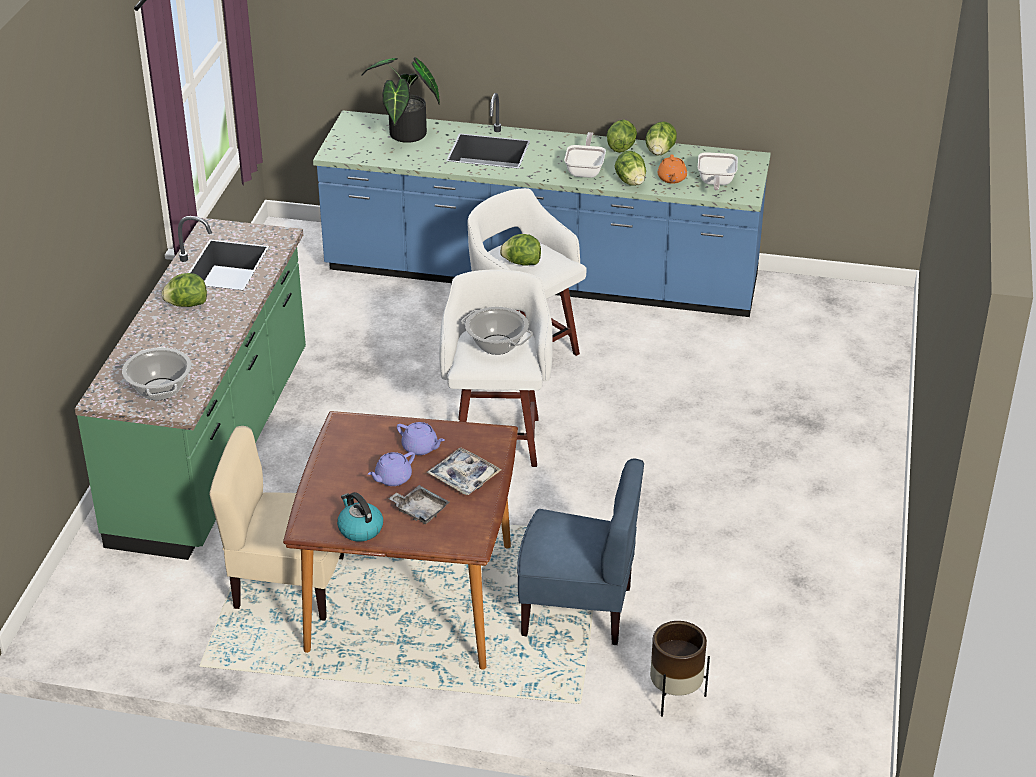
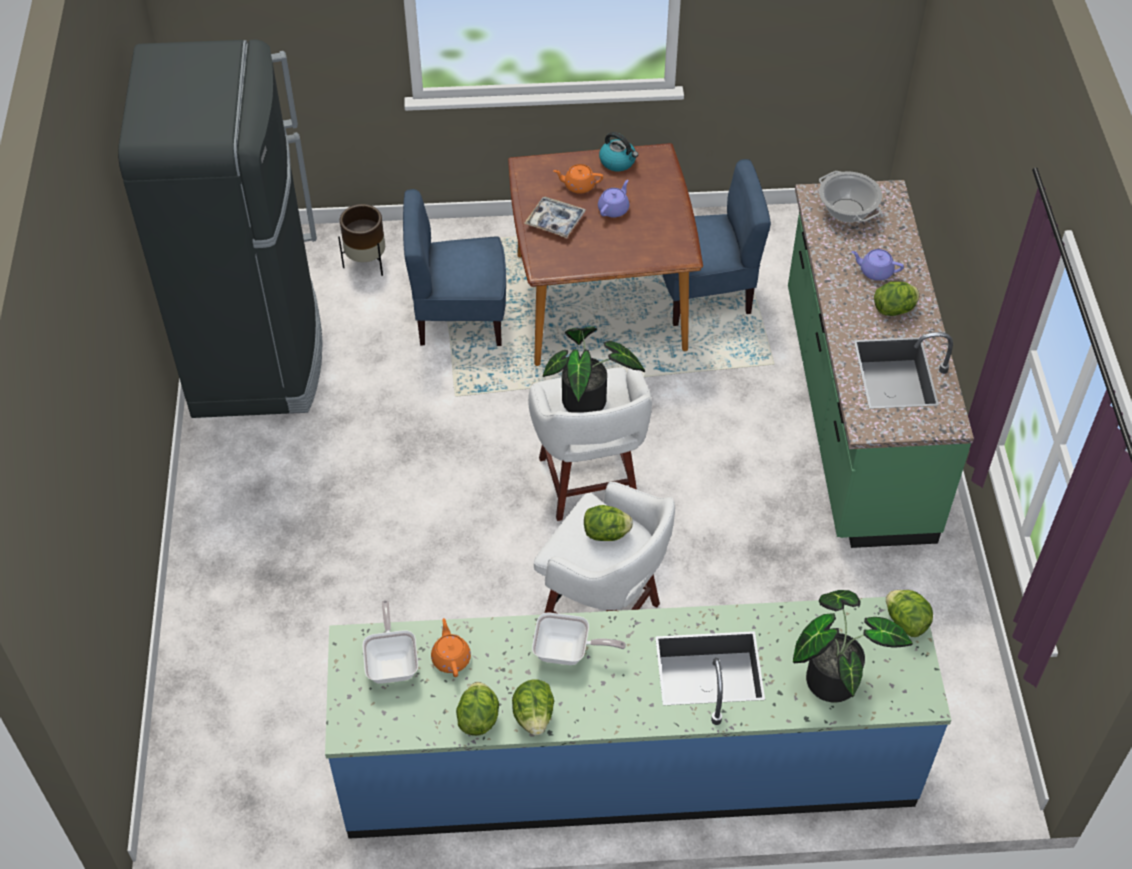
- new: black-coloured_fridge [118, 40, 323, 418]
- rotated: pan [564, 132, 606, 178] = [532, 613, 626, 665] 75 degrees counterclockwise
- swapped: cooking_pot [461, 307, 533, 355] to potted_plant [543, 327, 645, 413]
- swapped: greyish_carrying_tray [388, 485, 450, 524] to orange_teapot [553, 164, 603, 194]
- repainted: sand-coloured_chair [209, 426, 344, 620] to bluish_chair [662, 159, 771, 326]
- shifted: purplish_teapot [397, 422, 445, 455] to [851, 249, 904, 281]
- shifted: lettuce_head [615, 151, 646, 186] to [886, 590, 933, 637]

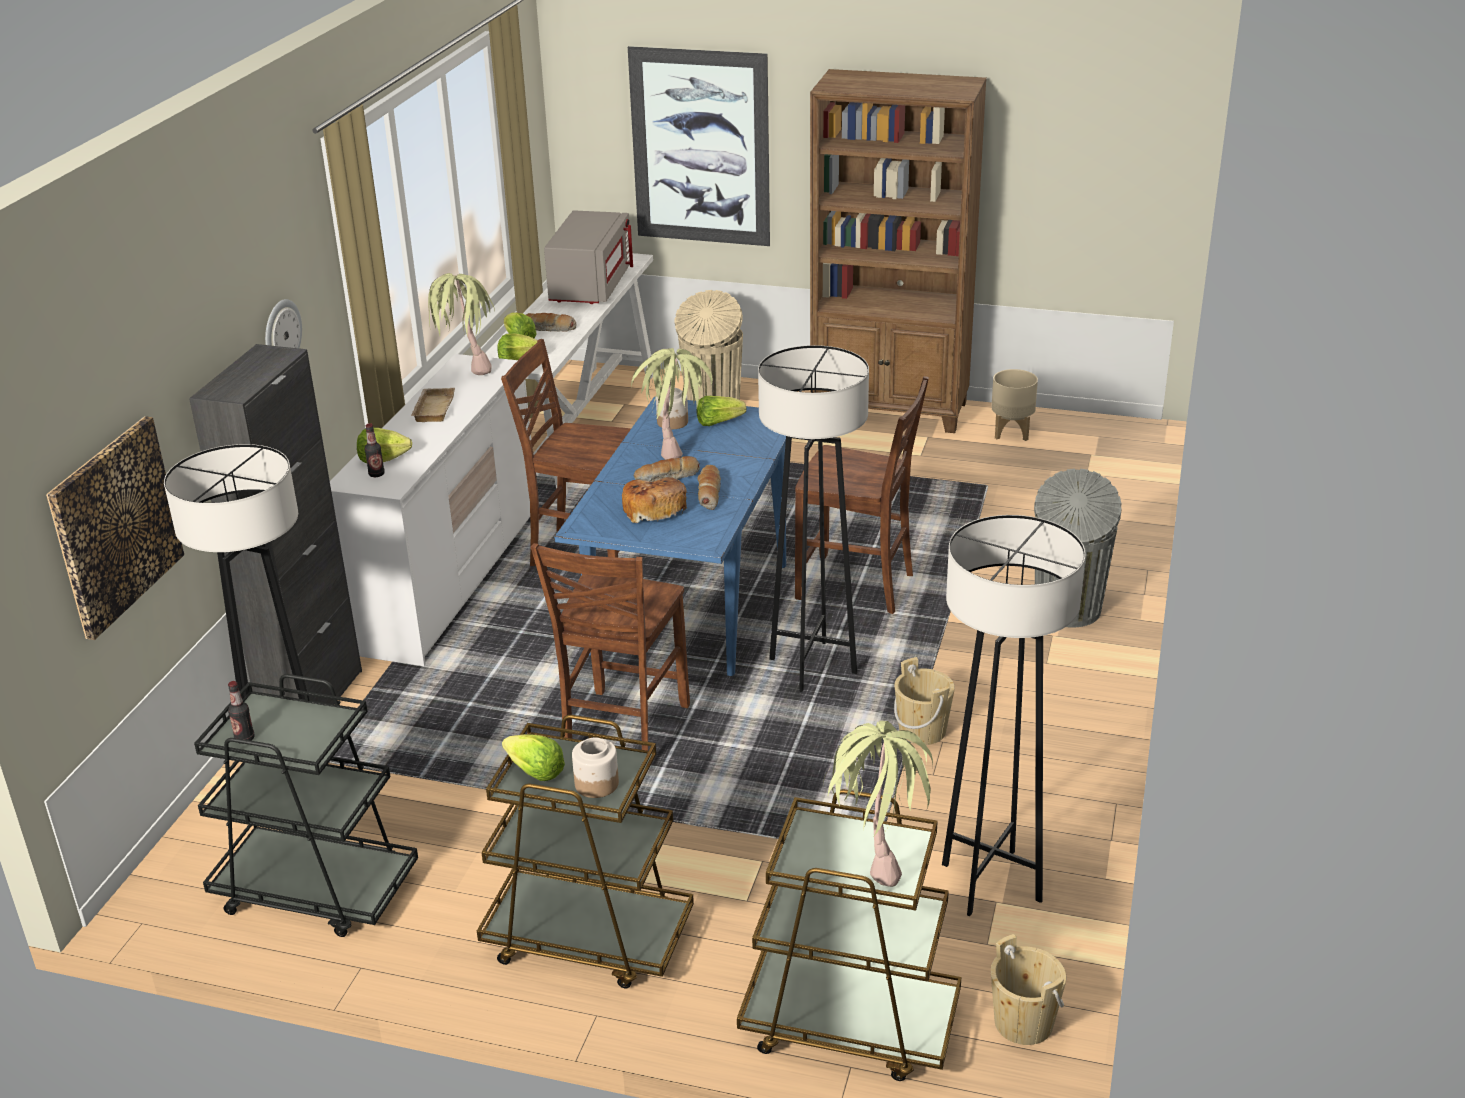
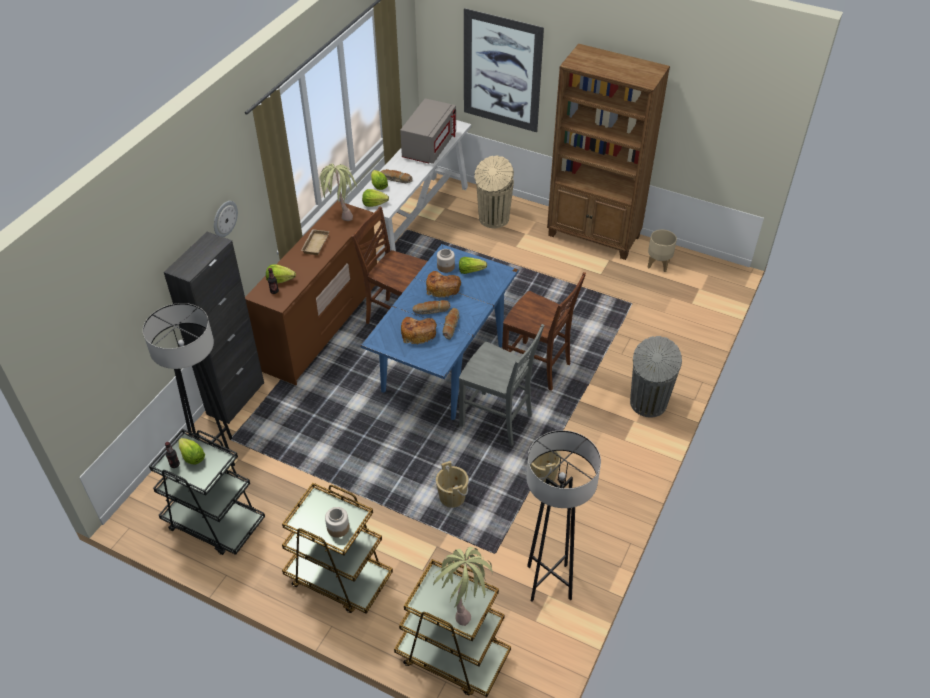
- shifted: lettuce_head [502, 734, 565, 781] to [178, 438, 205, 464]
- repainted: whitish_dresser [330, 354, 531, 666] to brownish_dresser [245, 201, 377, 385]
- swapped: potted_plant [631, 348, 712, 460] to bakery_bread [426, 271, 462, 298]
- shifted: sand-coloured_bucket [991, 934, 1066, 1045] to [436, 461, 469, 508]
- swapped: greyish_floor_lamp [758, 345, 869, 692] to greyish_chair [459, 324, 544, 446]
- gone: picture [46, 416, 184, 640]
- gone: brownish_chair [531, 543, 690, 751]

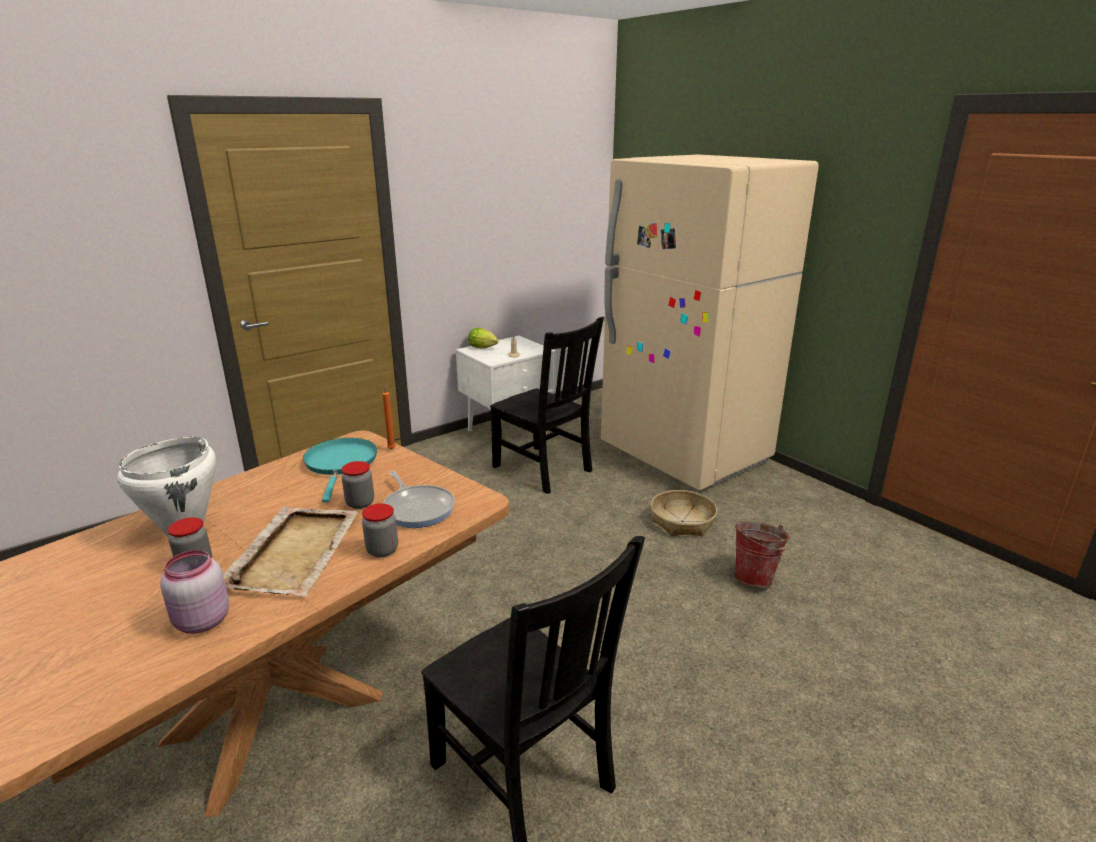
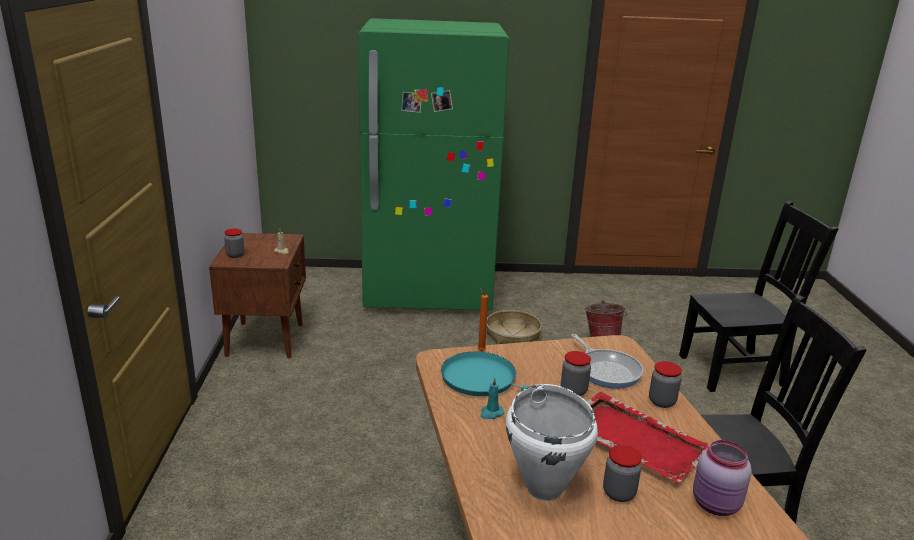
- repainted: whitish_nightstand [456, 336, 556, 434] to brownish_nightstand [209, 233, 306, 358]
- swapped: lettuce_head [468, 328, 499, 349] to jar [224, 229, 244, 258]
- repainted: sand-coloured_fridge [601, 154, 819, 490] to greenish_fridge [358, 18, 509, 310]
- new: turquoise-coloured_wax_candle [480, 377, 504, 419]
- rotated: pan [383, 471, 455, 528] = [572, 334, 643, 389] 60 degrees clockwise
- repainted: sand-coloured_carrying_tray [223, 506, 359, 597] to red_carrying_tray [588, 392, 710, 483]
- shifted: black-coloured_chair [490, 317, 604, 494] to [679, 201, 838, 392]

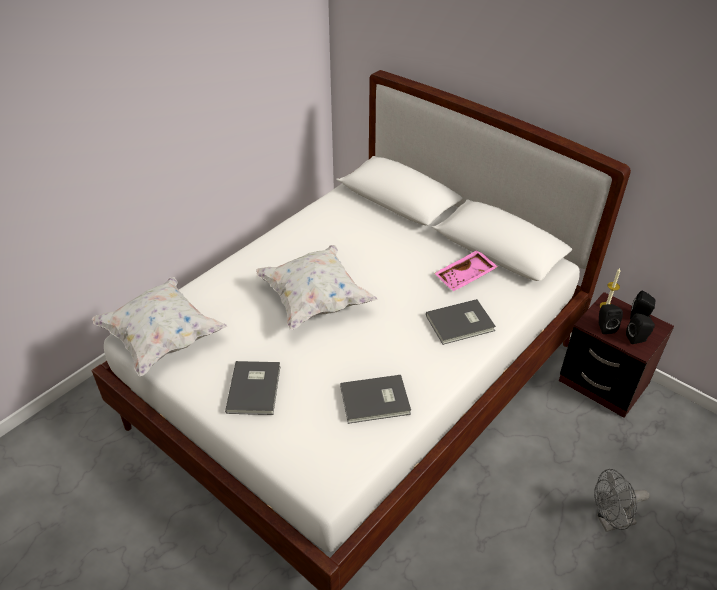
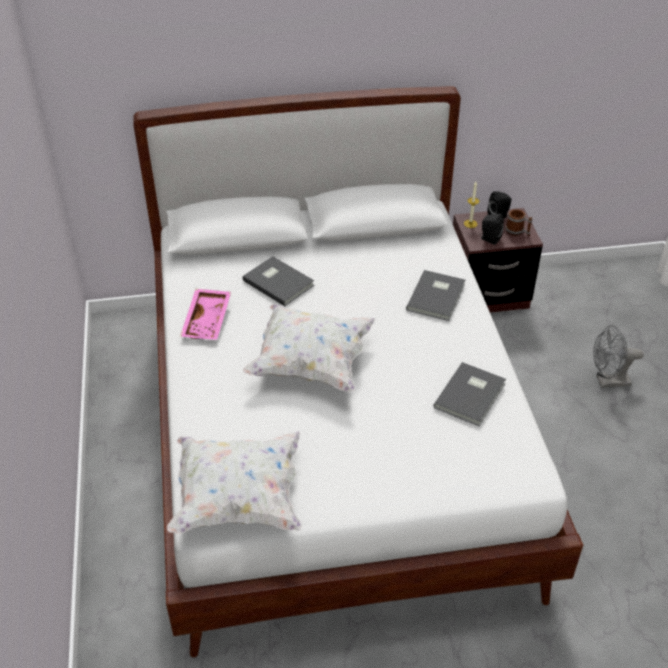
- shifted: pink_carrying_tray [434, 250, 498, 291] to [180, 289, 231, 340]
- shifted: greyish_bound_book [225, 361, 280, 415] to [242, 256, 314, 306]
- swapped: black-coloured_audio_speaker [626, 313, 655, 344] to mug [505, 209, 532, 236]
- rotated: greyish_fan [594, 469, 650, 532] = [593, 325, 644, 388] 60 degrees clockwise

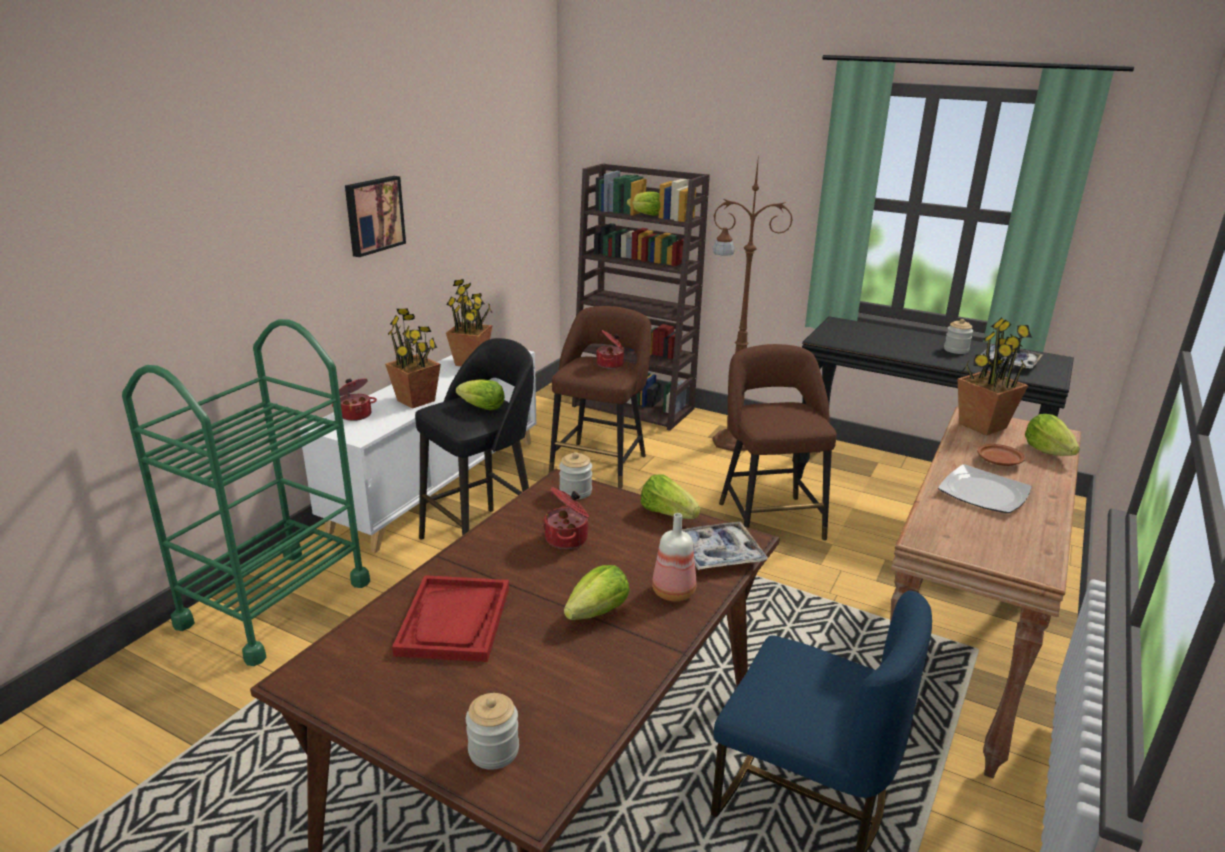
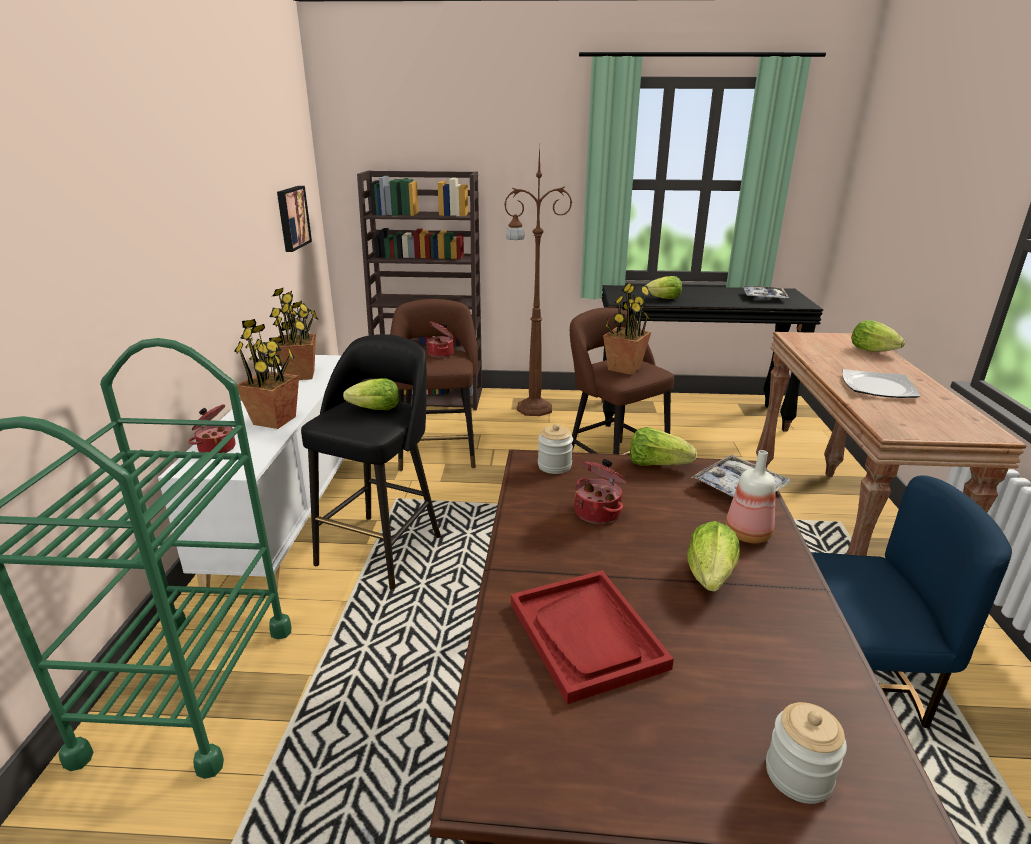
- shifted: picture [345, 176, 406, 257] to [277, 186, 312, 252]
- shifted: potted_plant [958, 317, 1032, 436] to [603, 283, 652, 375]
- shifted: lettuce_head [627, 192, 660, 216] to [645, 276, 682, 299]
- gone: jar [944, 319, 973, 354]
- gone: brownish_flat_dish [977, 444, 1025, 466]

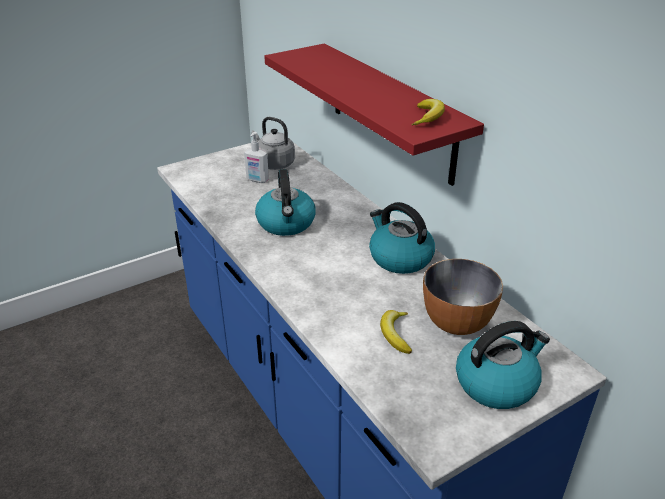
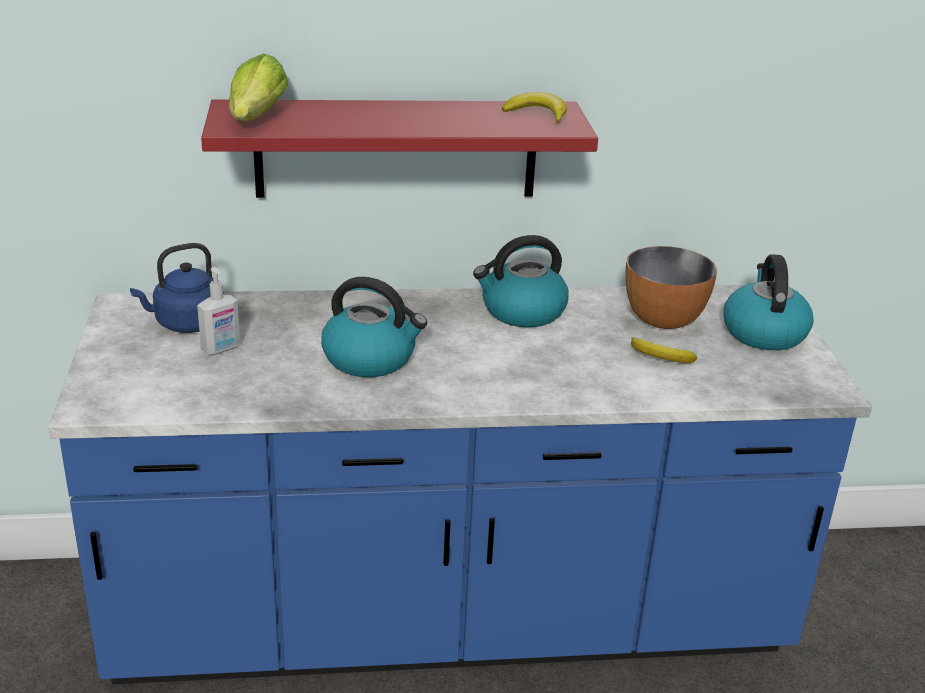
- repainted: greyish_water_kettle [252, 117, 295, 170] to bluish_water_kettle [130, 243, 224, 333]
- new: lettuce_head [229, 53, 288, 121]

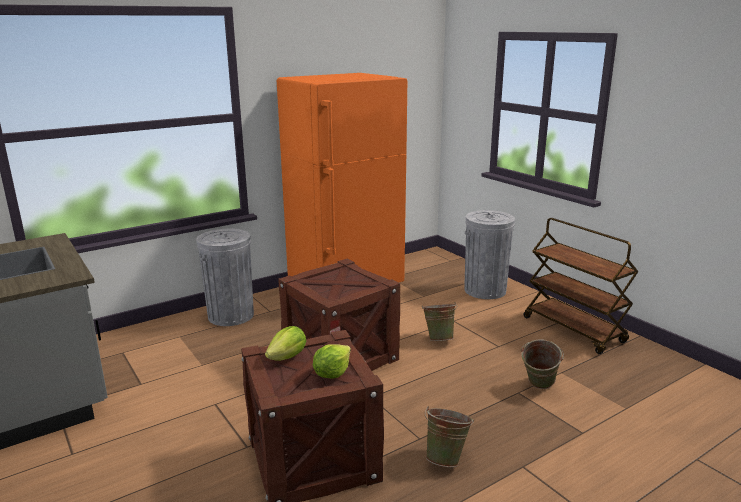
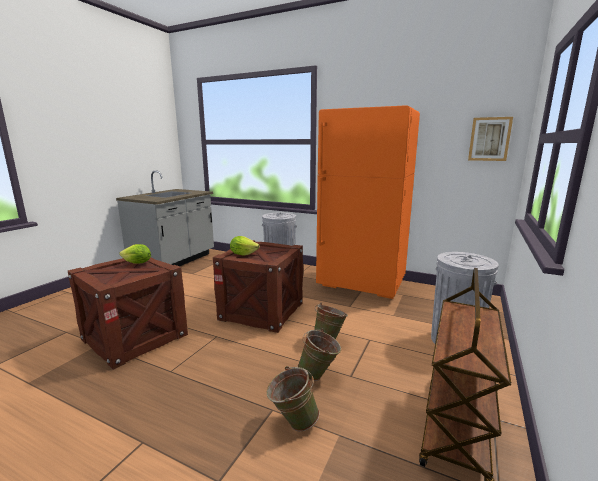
- shifted: lettuce_head [313, 344, 351, 378] to [230, 236, 259, 256]
- shifted: greenish_bucket [425, 406, 474, 467] to [298, 329, 341, 381]
- new: picture [468, 117, 513, 161]

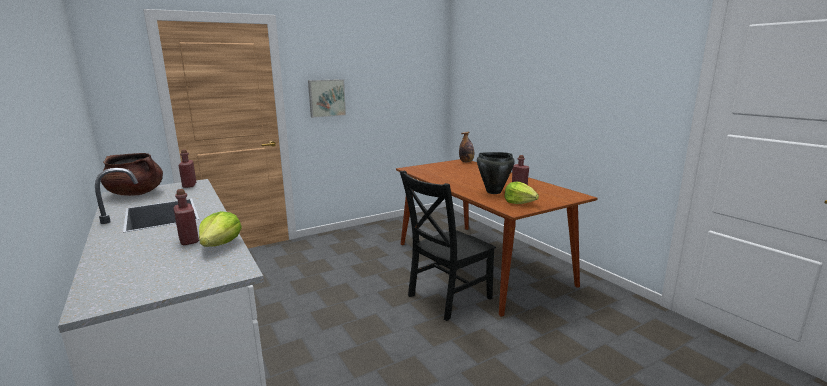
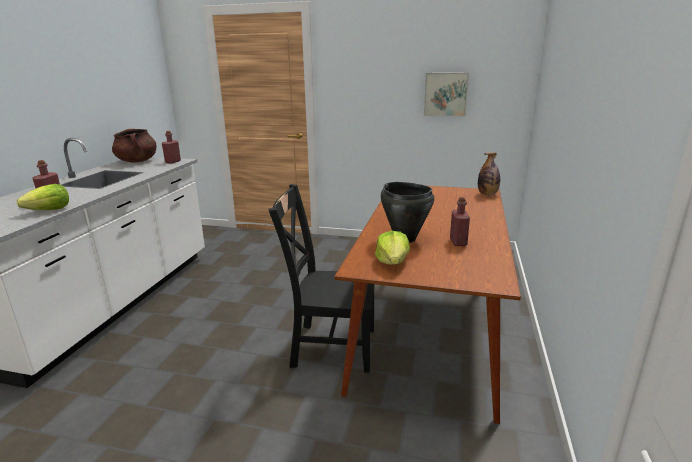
- shifted: picture [308, 79, 346, 118] to [424, 73, 469, 117]

